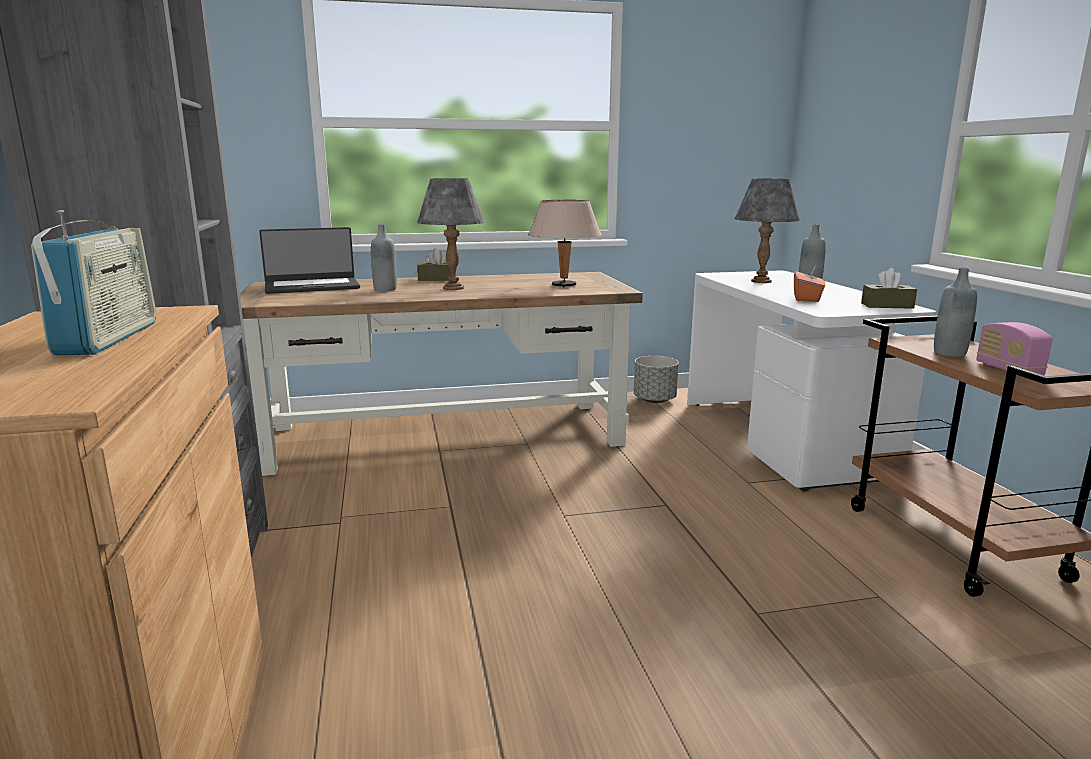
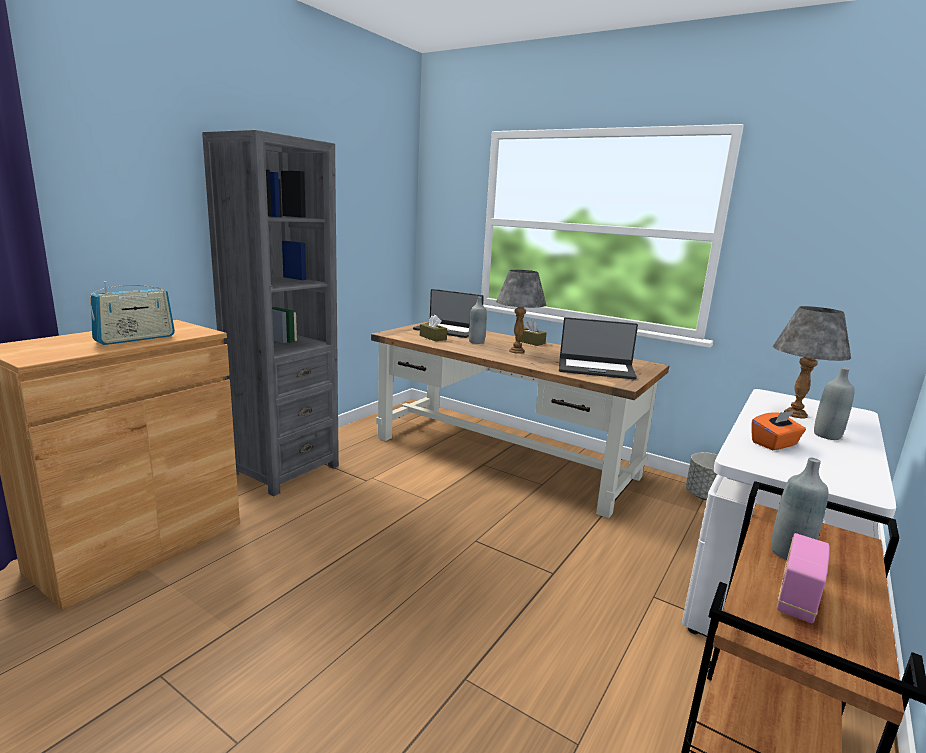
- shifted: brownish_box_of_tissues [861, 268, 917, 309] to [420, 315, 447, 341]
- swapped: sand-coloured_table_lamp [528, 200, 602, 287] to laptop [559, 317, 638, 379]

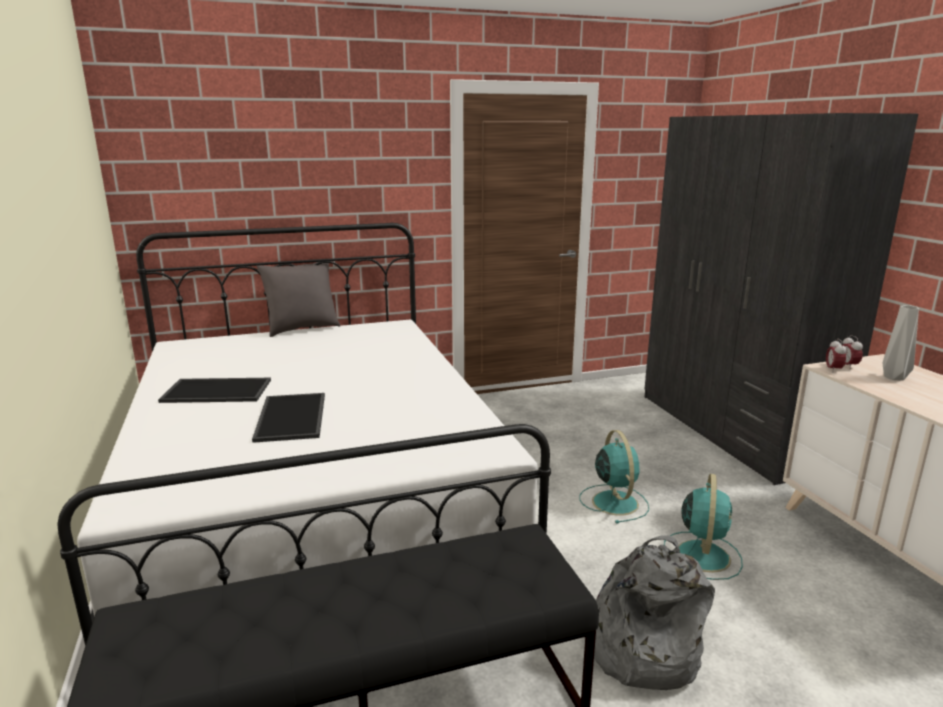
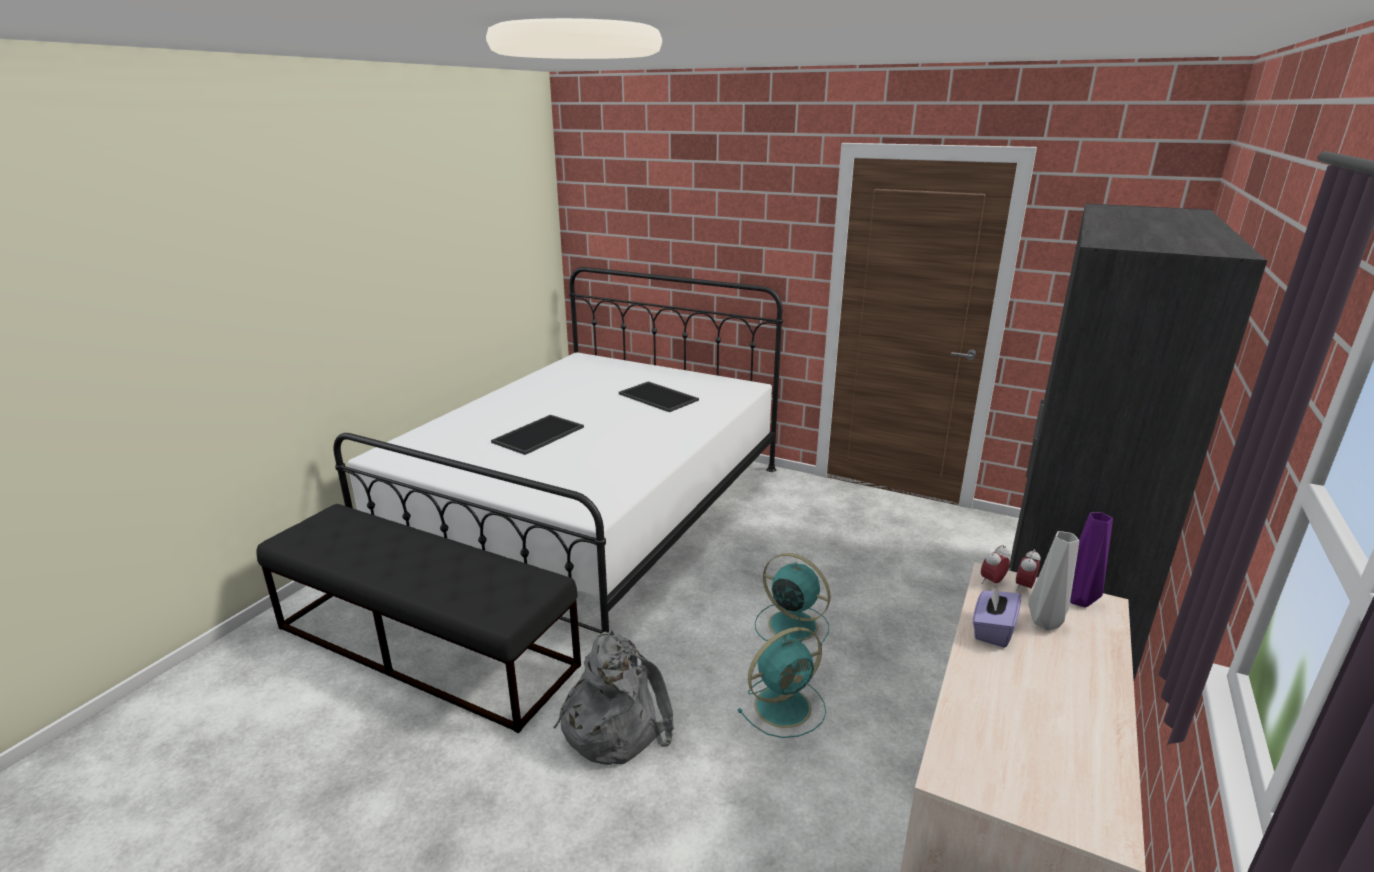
- shifted: carrying_tray [158, 378, 271, 403] to [619, 381, 699, 412]
- rotated: turquoise-coloured_fan [580, 430, 649, 524] = [755, 553, 831, 645] 90 degrees counterclockwise
- new: purplish_box_of_tissues [973, 585, 1021, 648]
- new: purplish_vase [1070, 512, 1113, 607]
- gone: greyish_cushion [257, 262, 340, 337]

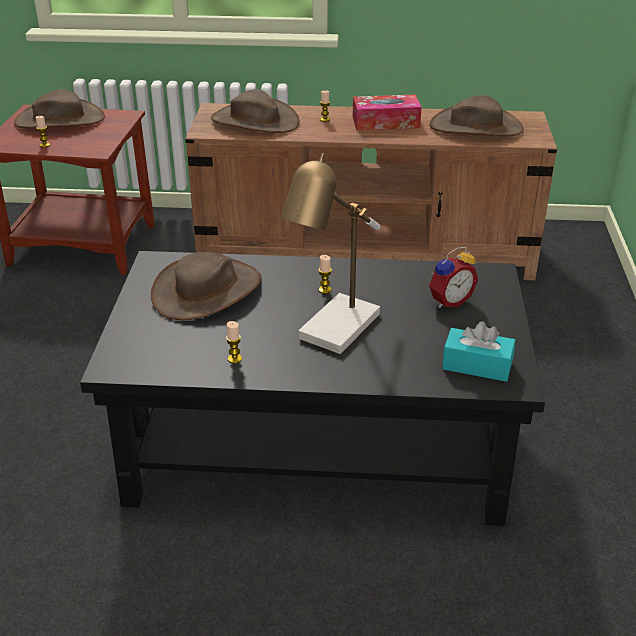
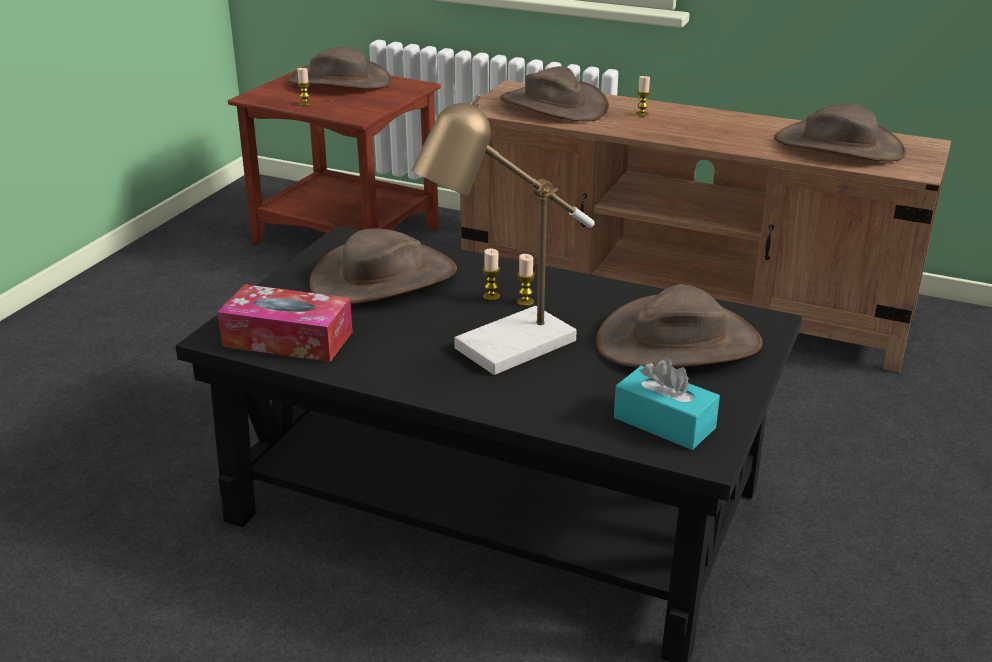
- shifted: box_of_tissues [353, 95, 422, 130] to [217, 284, 353, 362]
- shifted: wax_candle [226, 321, 242, 364] to [483, 248, 500, 301]
- swapped: alarm_clock [429, 247, 478, 308] to brownish_clothing_hat [596, 284, 763, 368]

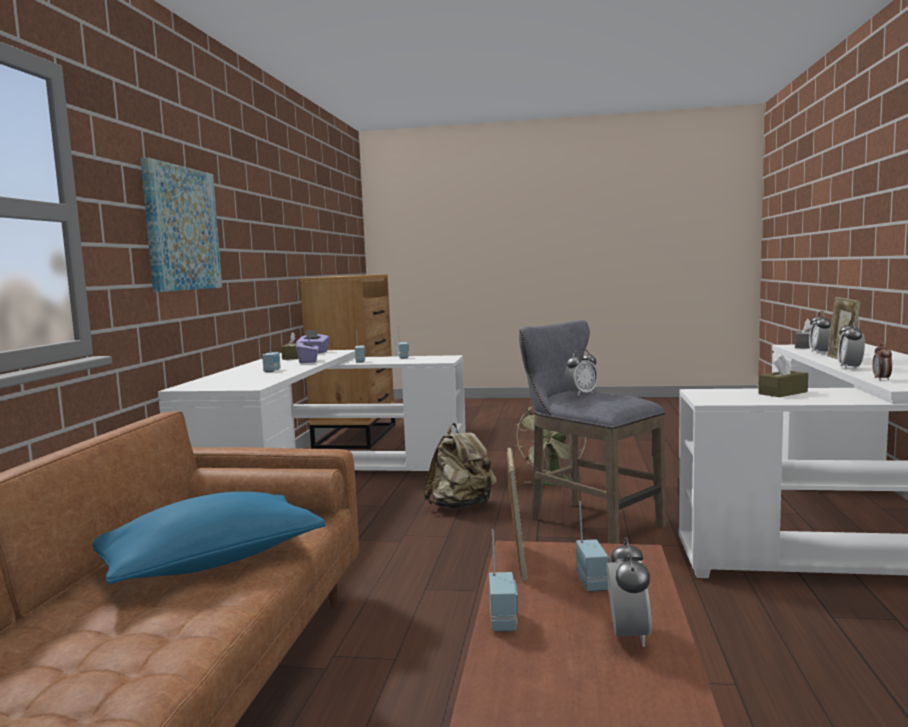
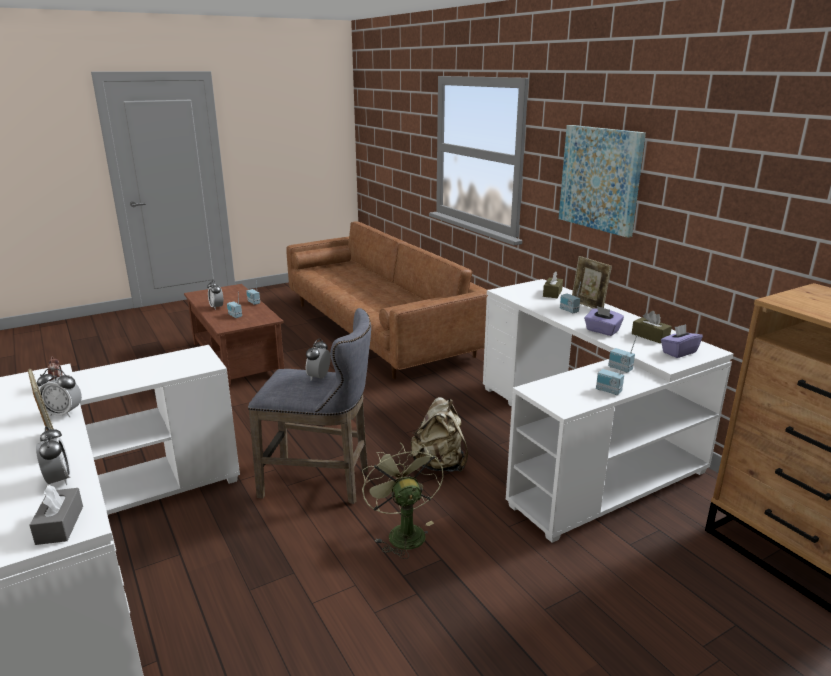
- rotated: alarm_clock [838, 319, 865, 370] = [37, 368, 82, 417] 120 degrees clockwise
- shifted: brownish_box_of_tissues [758, 355, 808, 397] to [543, 271, 563, 298]
- shifted: photo_frame [507, 447, 528, 581] to [572, 256, 612, 309]
- gone: bluish_cushion [93, 492, 325, 584]

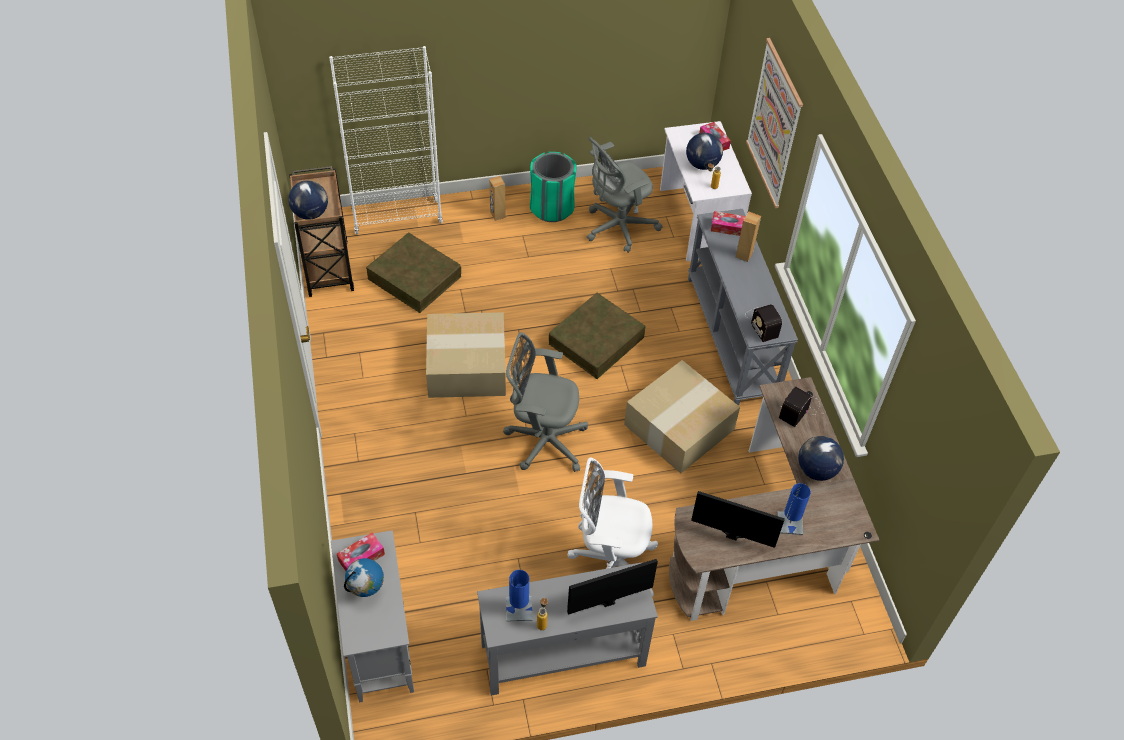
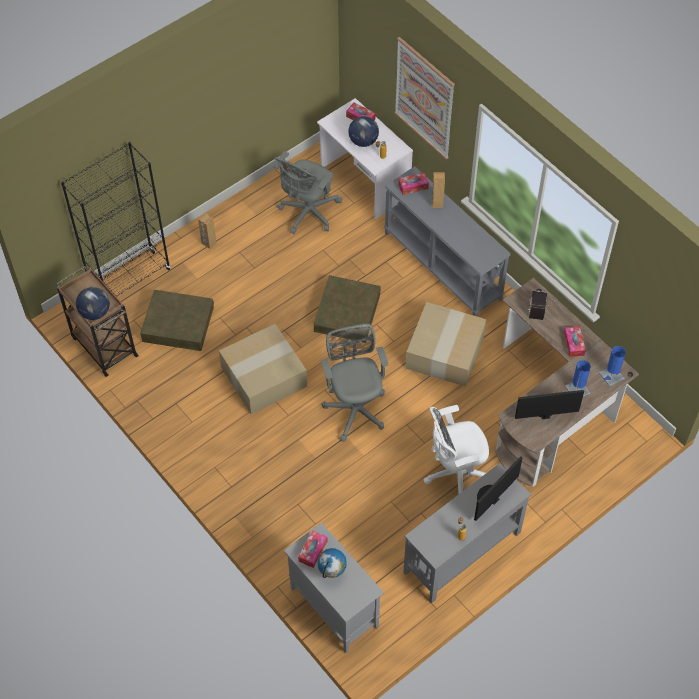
- repainted: whitish_bookshelf [329, 46, 443, 234] to black-coloured_bookshelf [61, 142, 171, 297]
- rotated: greyish_computer_chair [503, 332, 588, 472] = [321, 324, 389, 442] 90 degrees clockwise
- swapped: world_globe [798, 436, 844, 481] to box_of_tissues [564, 326, 586, 357]
- shifted: bluish_table_lamp [506, 570, 533, 621] to [599, 346, 626, 386]
- gone: greenish_waste_bin [530, 152, 576, 222]
- gone: radio [745, 304, 782, 342]

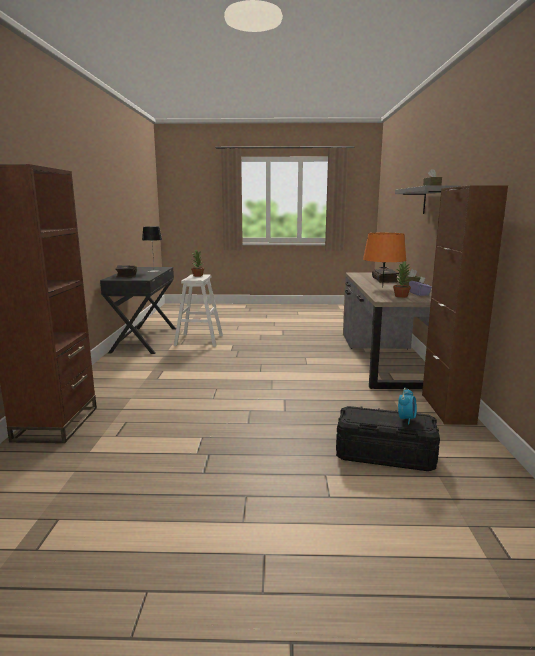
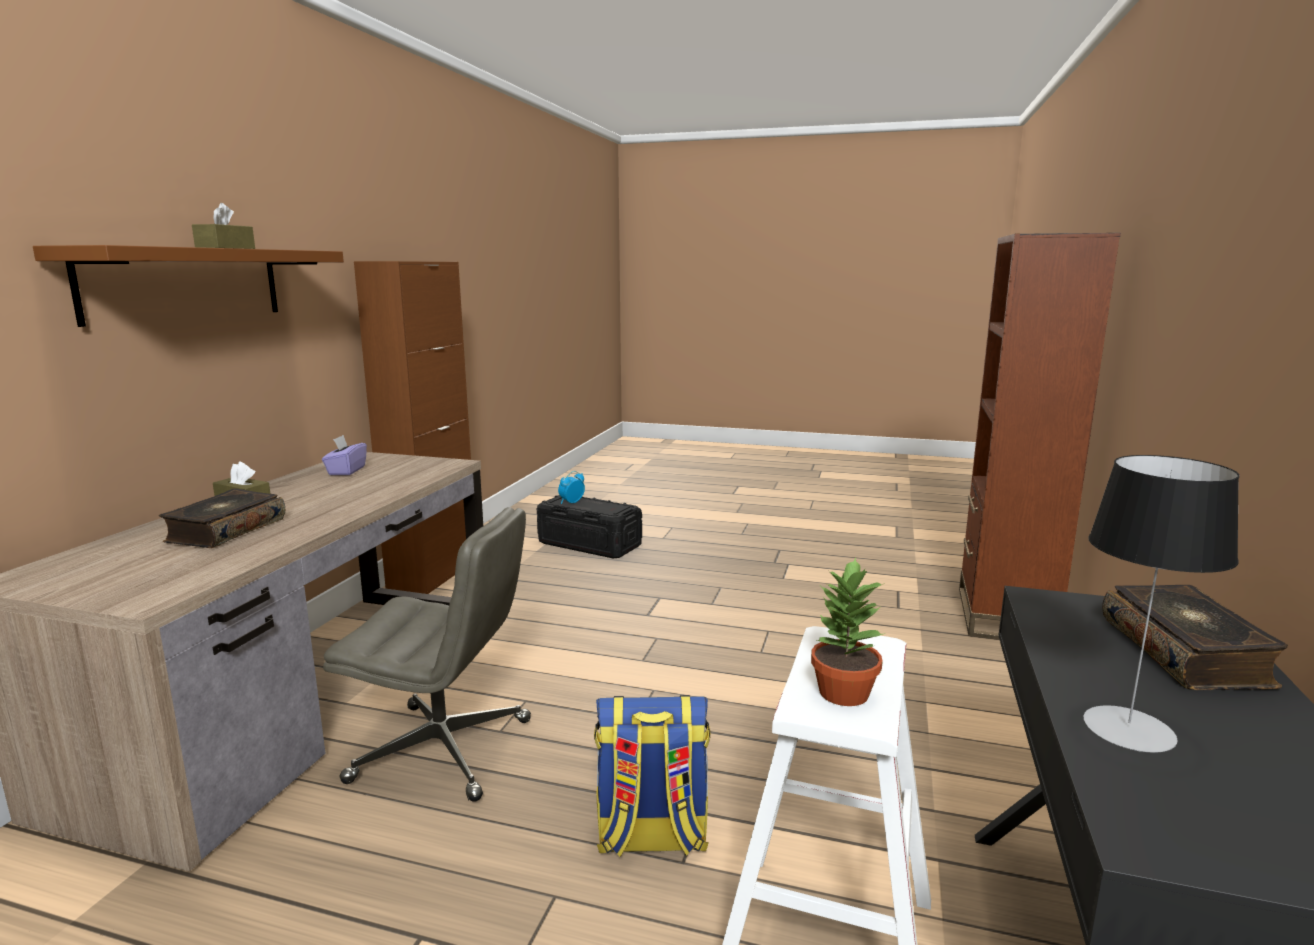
- repainted: greyish_shelf [395, 185, 461, 214] to brownish_shelf [33, 245, 344, 327]
- new: greyish_computer_chair [323, 507, 531, 802]
- new: rucksack [594, 695, 710, 857]
- gone: orange_table_lamp [363, 233, 406, 287]
- gone: potted_plant [393, 262, 411, 298]

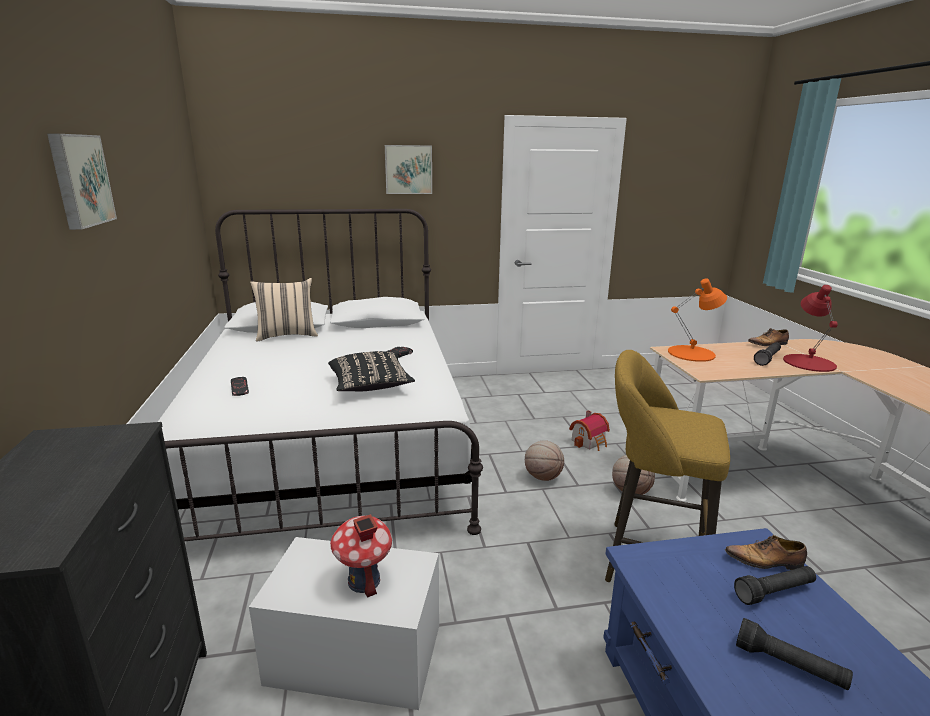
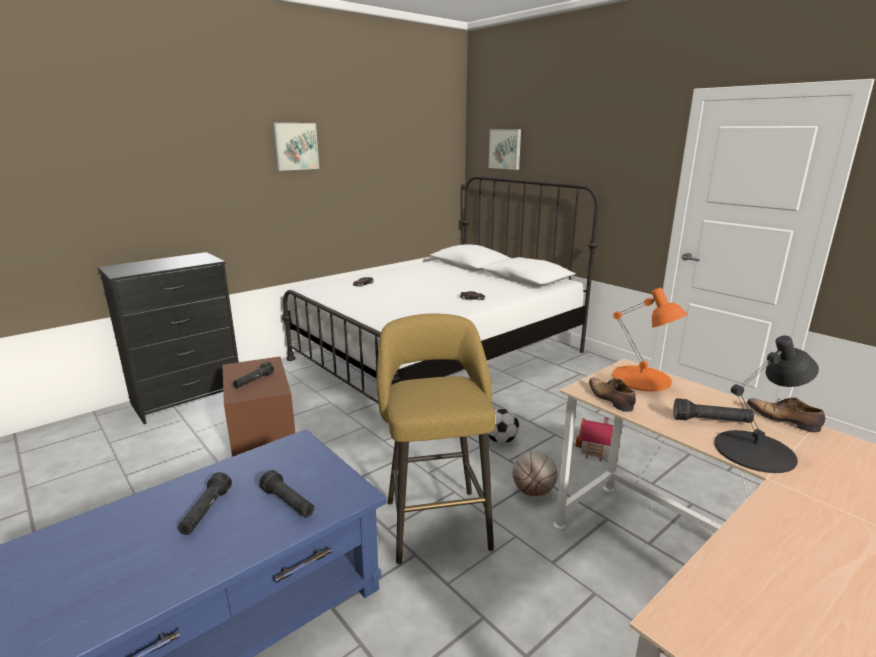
- repainted: whitish_storage_bin [249, 537, 439, 710] to brownish_storage_bin [222, 356, 295, 457]
- swapped: model_house [330, 514, 392, 598] to black-coloured_flashlight [233, 361, 274, 388]
- swapped: basketball_ball [525, 440, 564, 481] to football_ball [488, 408, 519, 444]
- shifted: picture [385, 145, 432, 194] to [489, 129, 521, 170]
- shifted: shoe [725, 535, 807, 570] to [589, 378, 636, 412]
- repainted: red_table_lamp [783, 285, 838, 372] to black-coloured_table_lamp [714, 336, 819, 473]
- gone: sand-coloured_cushion [250, 278, 318, 342]
- gone: black-coloured_cushion [328, 351, 415, 392]

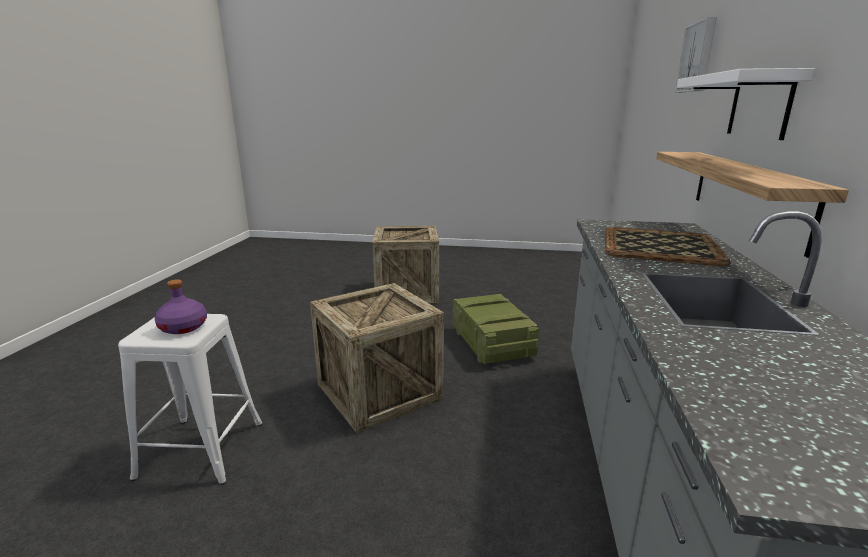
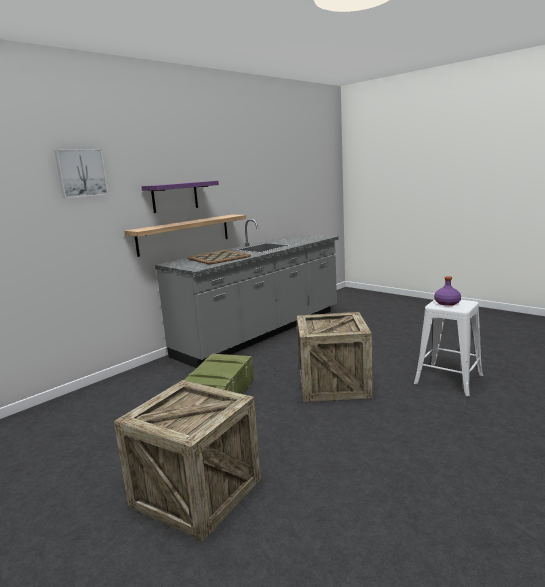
- repainted: whitish_shelf [677, 68, 815, 140] to purplish_shelf [141, 181, 219, 213]

